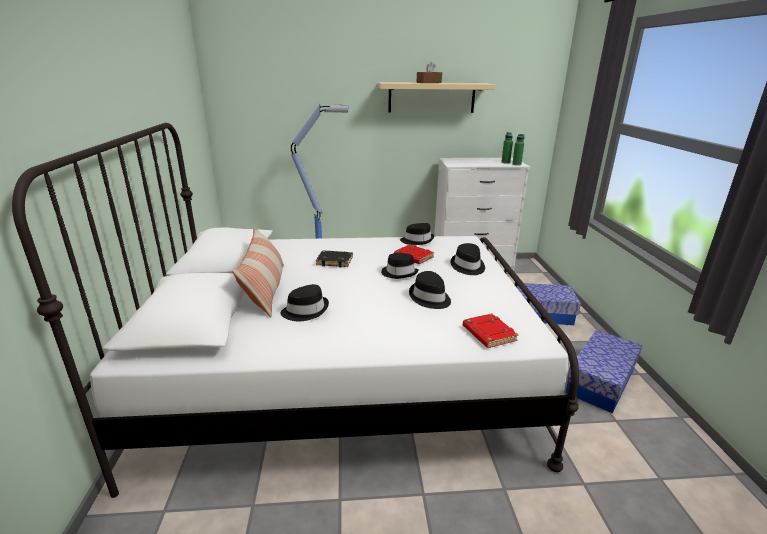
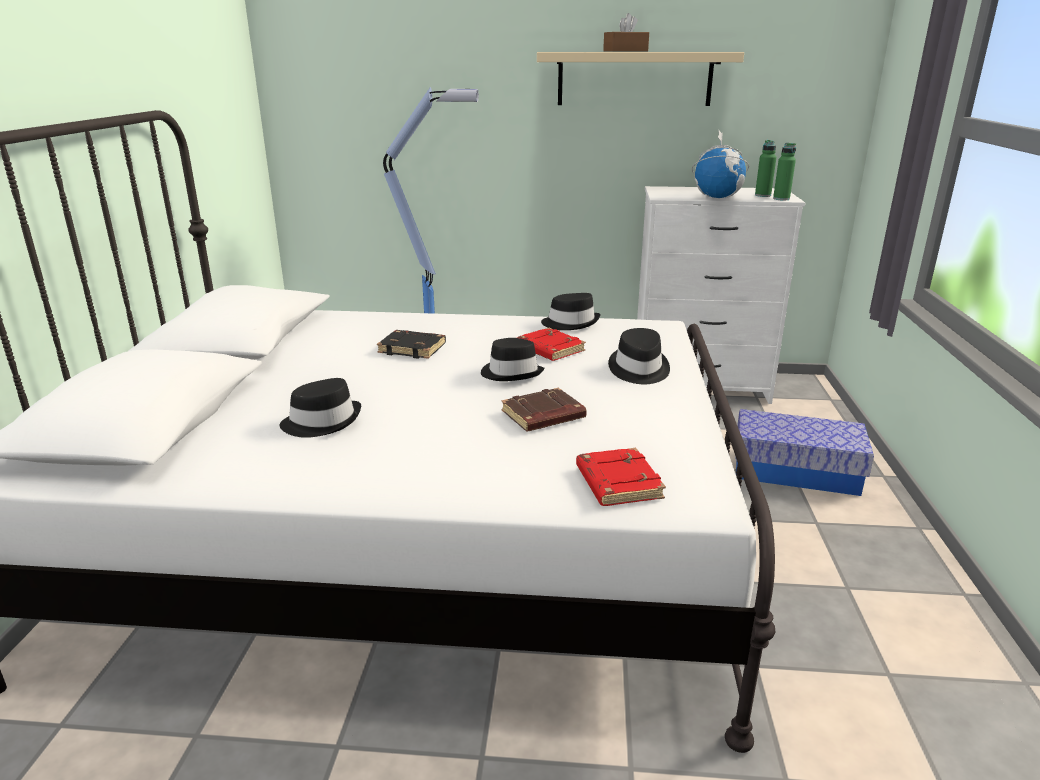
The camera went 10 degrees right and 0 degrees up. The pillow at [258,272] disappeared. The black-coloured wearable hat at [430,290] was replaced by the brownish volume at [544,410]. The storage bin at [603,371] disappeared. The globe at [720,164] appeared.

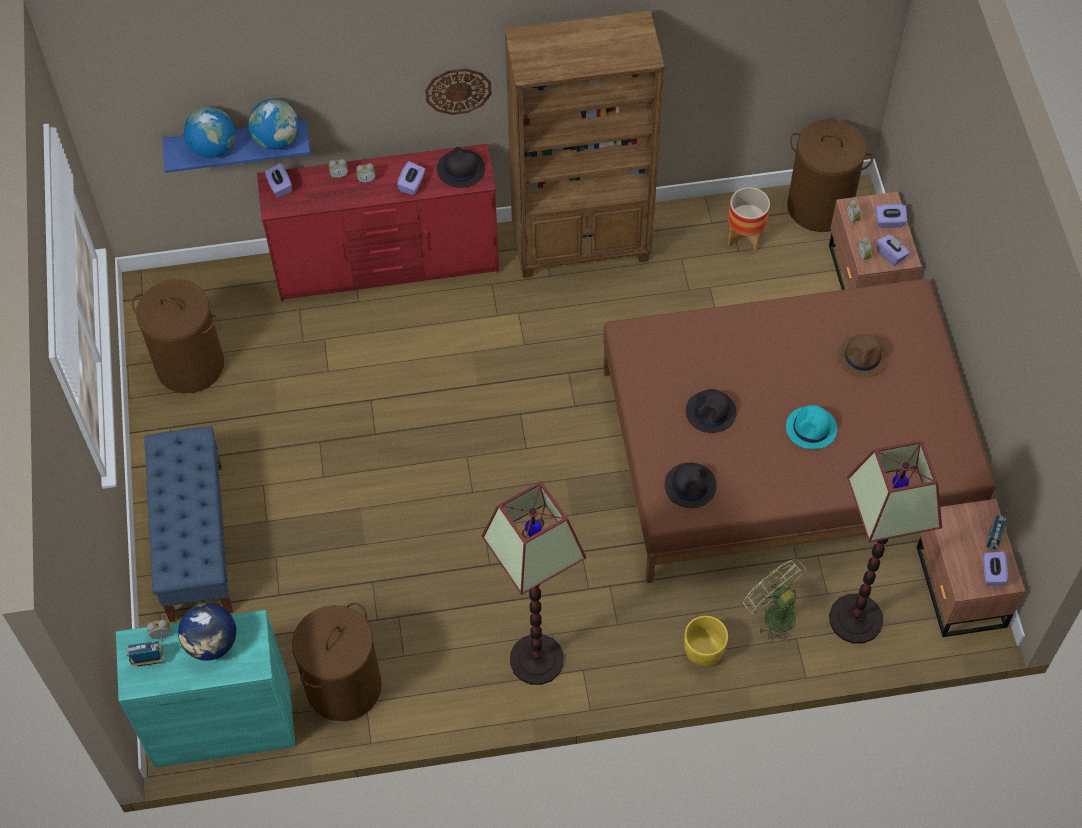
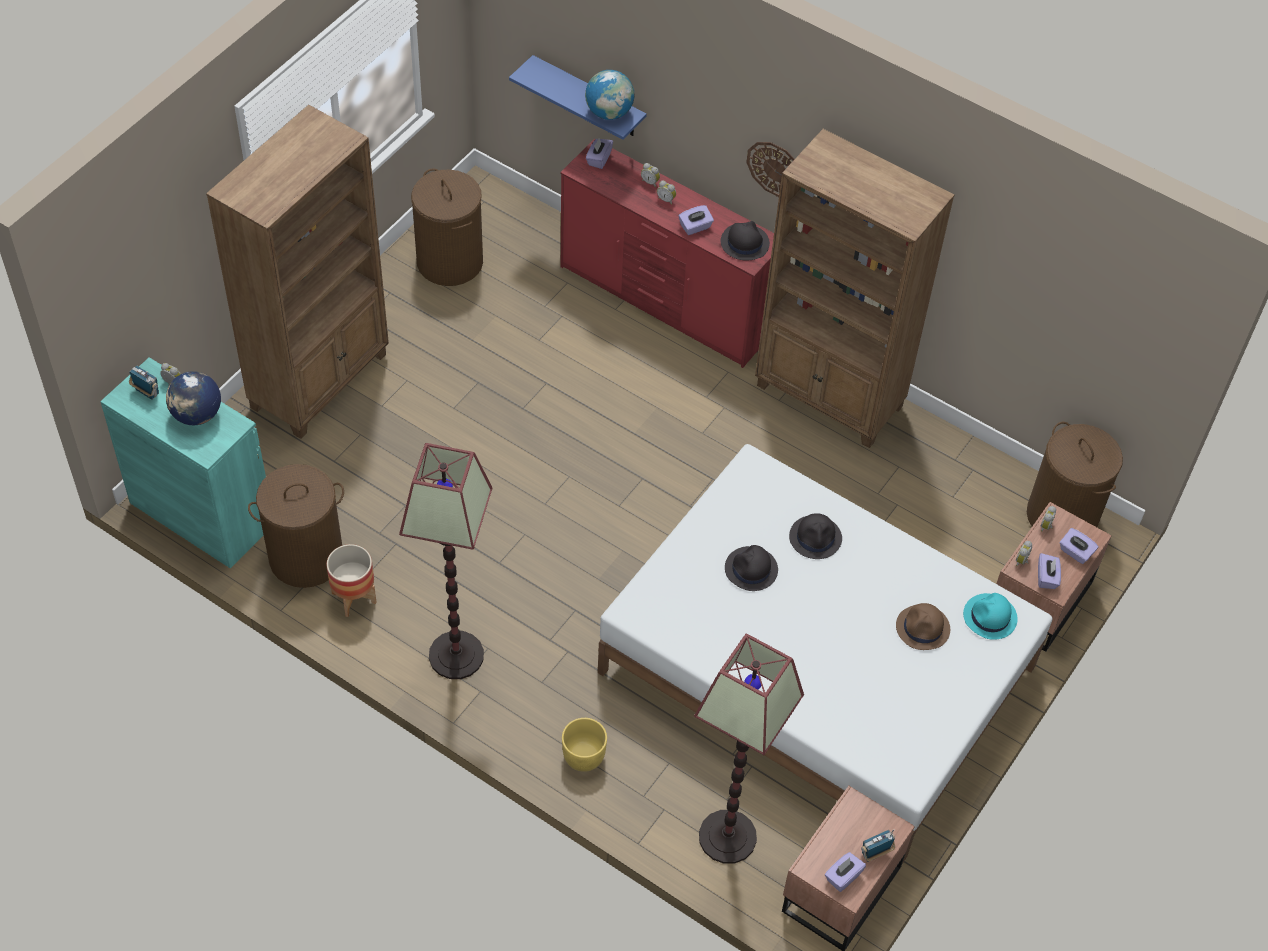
The camera went 40 degrees right and 5 degrees down. The bluish long seat at [188,524] was replaced by the brownish bookcase at [297,272]. The globe at [209,132] disappeared. The brownish bed at [799,431] became the whitish bed at [825,654]. The black-coloured wearable hat moved from [690,485] to [815,536]. The planter moved from [749,219] to [351,580]. The green-coloured cooling fan at [774,600] disappeared. The blue-green wearable hat moved from [811,427] to [990,616].

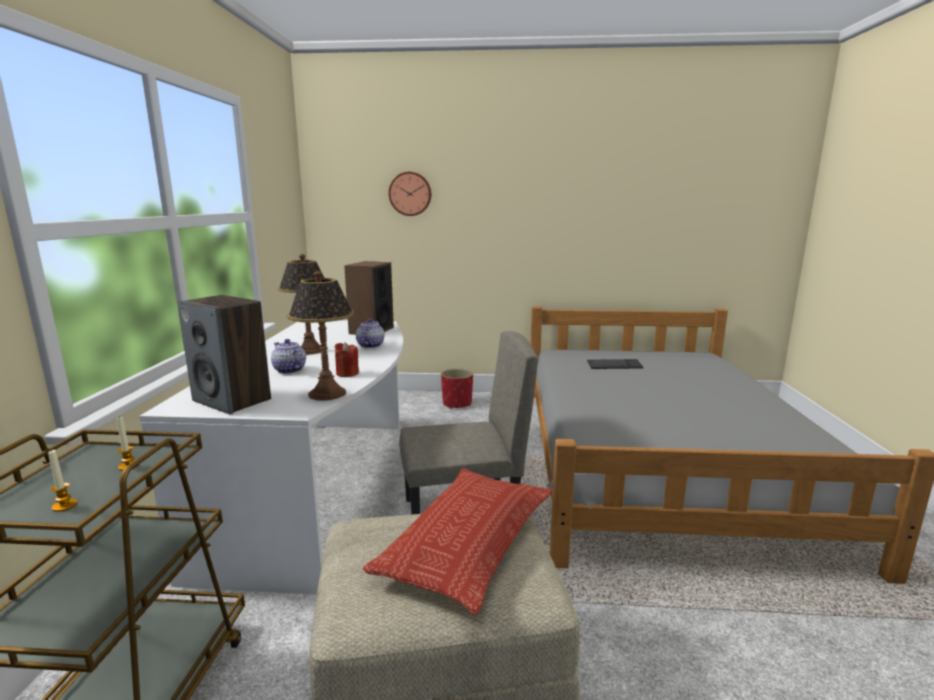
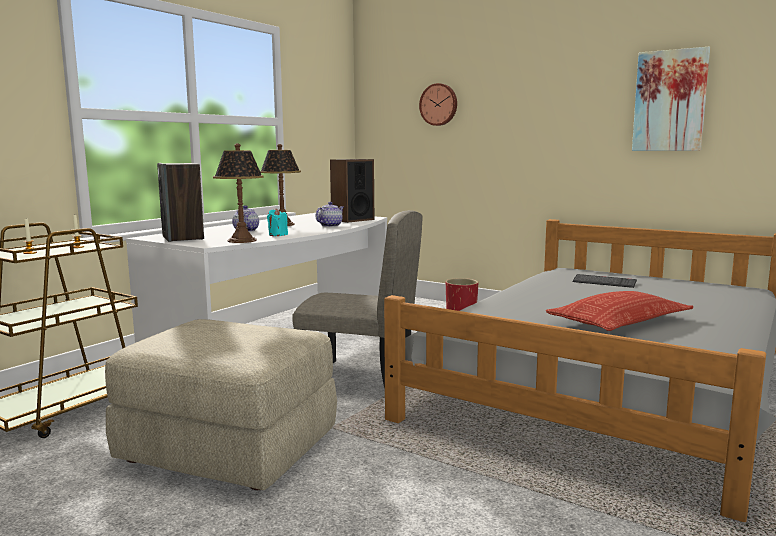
The camera went 30 degrees right and 5 degrees down. The red wax candle at [346,359] became the blue-green wax candle at [277,222]. The pillow moved from [457,541] to [619,311]. The picture at [671,99] appeared.

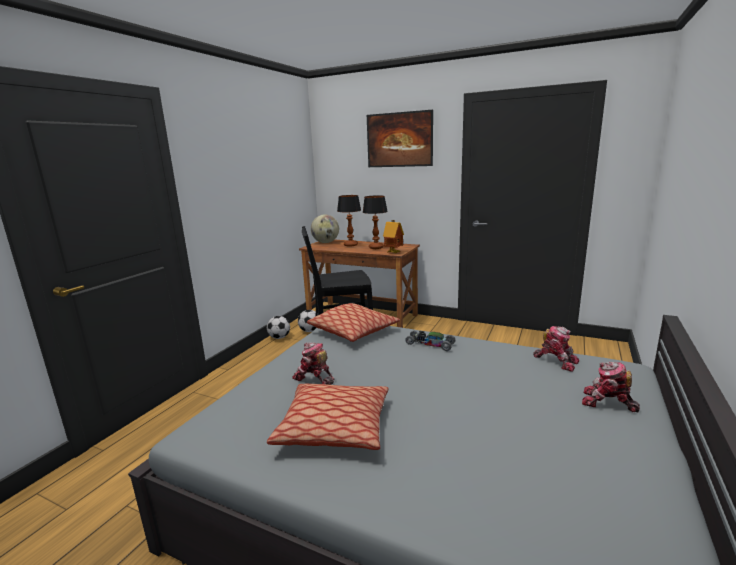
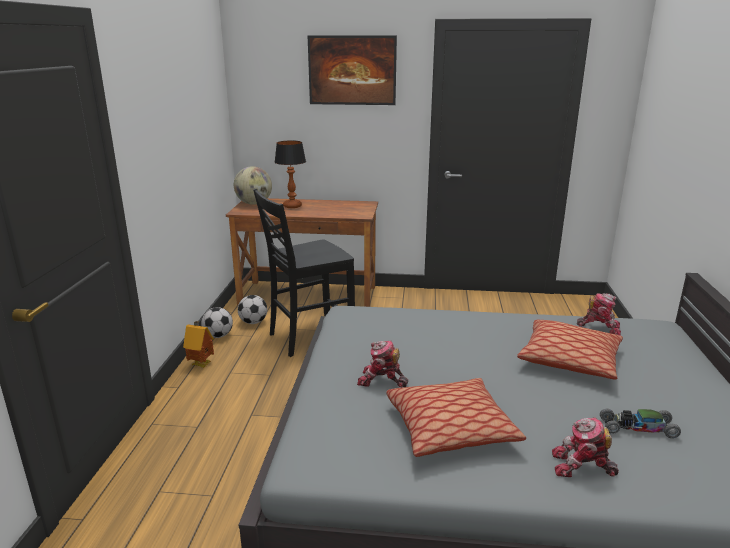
The camera went 20 degrees left and 5 degrees up. The pillow moved from [353,322] to [570,350]. The table lamp at [375,222] disappeared. The model house moved from [393,236] to [198,344]. The miniature car moved from [430,341] to [640,423]. The toy robot moved from [611,387] to [585,447].

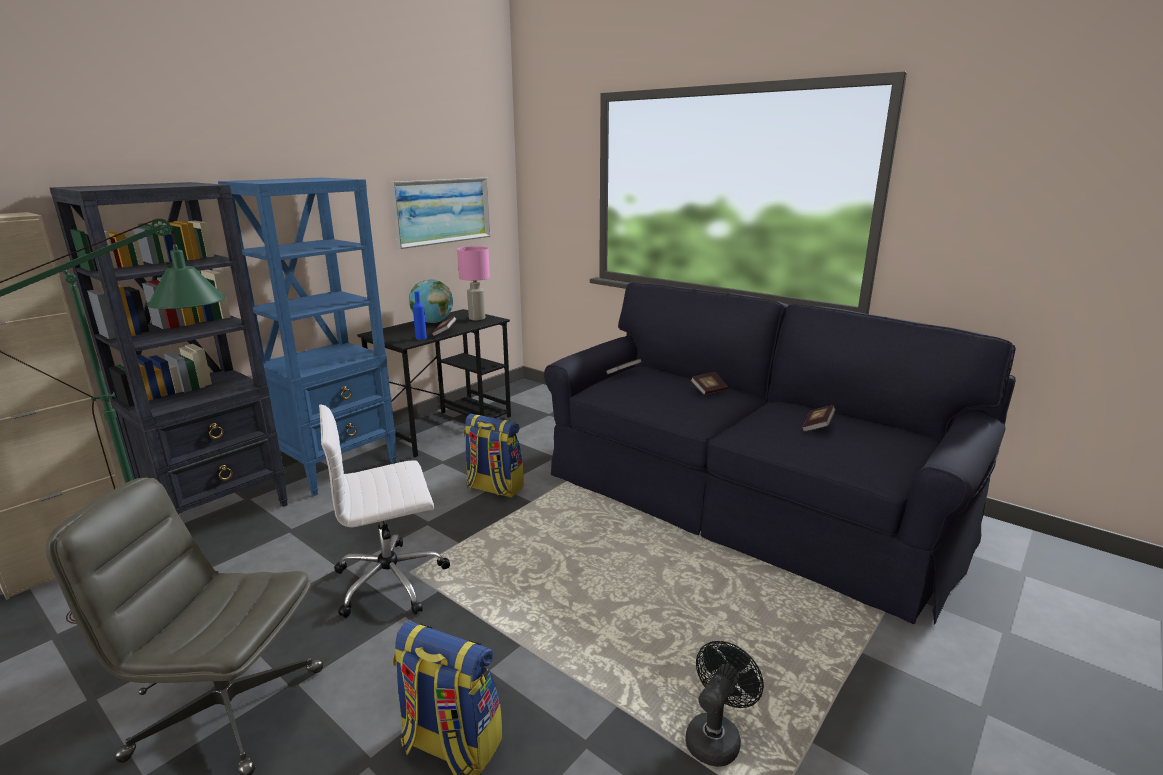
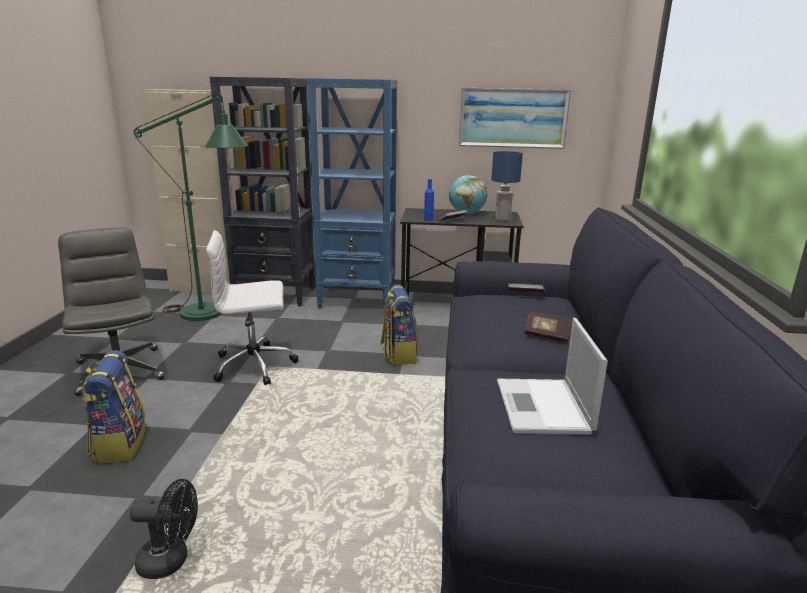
The camera went 55 degrees right and 0 degrees up. The whitish desk chair at [384,511] turned 45 degrees counterclockwise. The pinkish table lamp at [473,283] became the bluish table lamp at [507,186]. The volume at [819,418] was replaced by the laptop at [552,376].

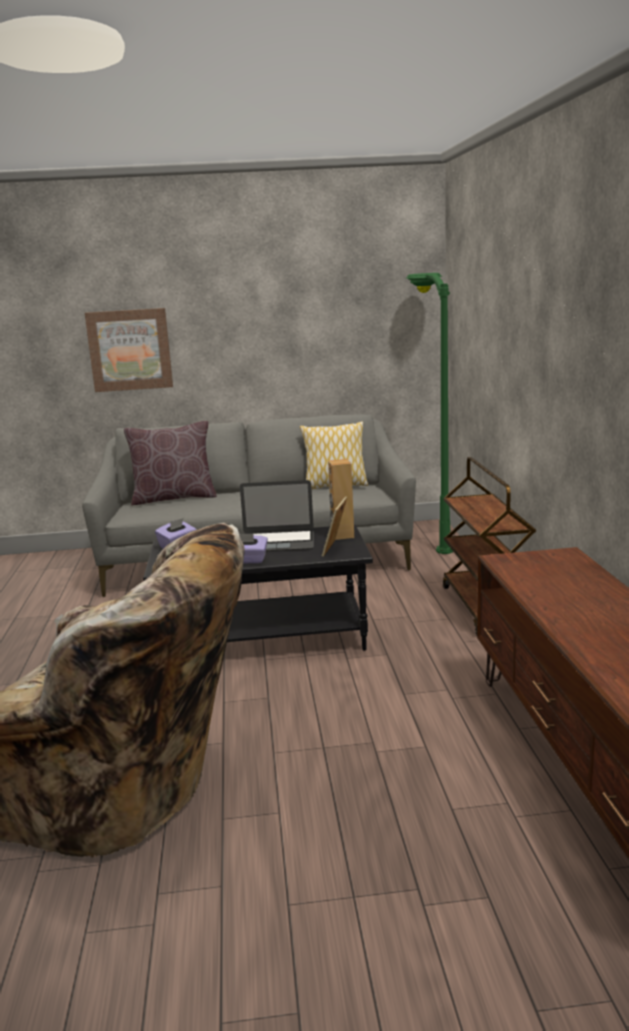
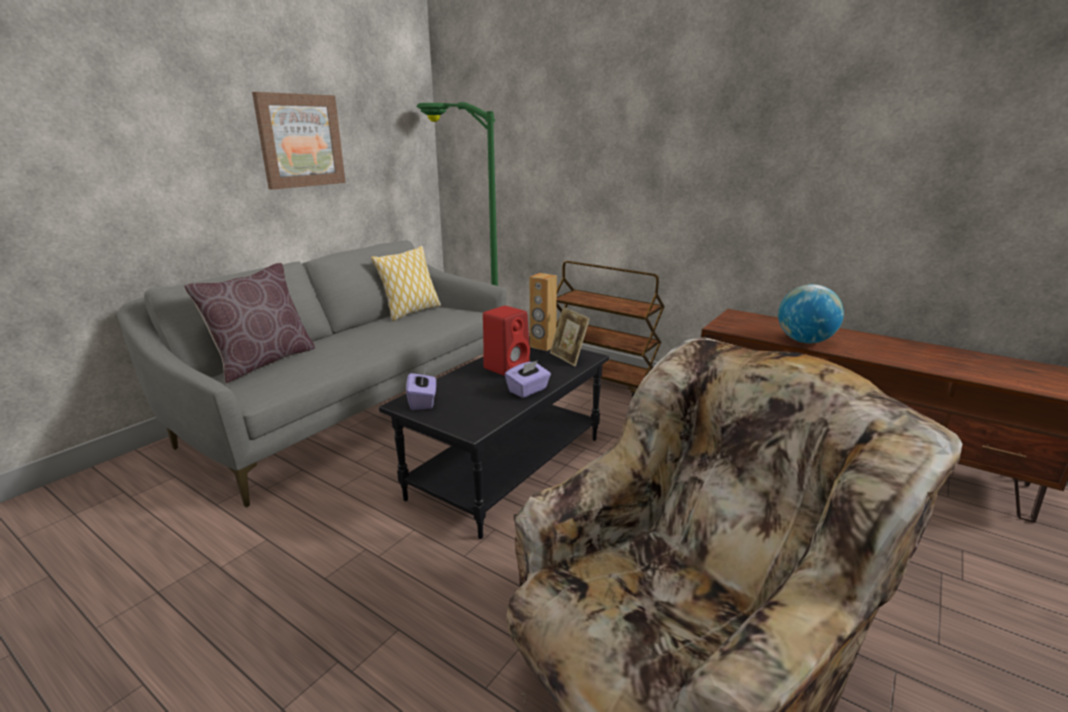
The camera went 50 degrees left and 5 degrees up. The picture moved from [129,350] to [299,141]. The laptop at [277,515] was replaced by the red audio speaker at [506,341]. The globe at [811,313] appeared.

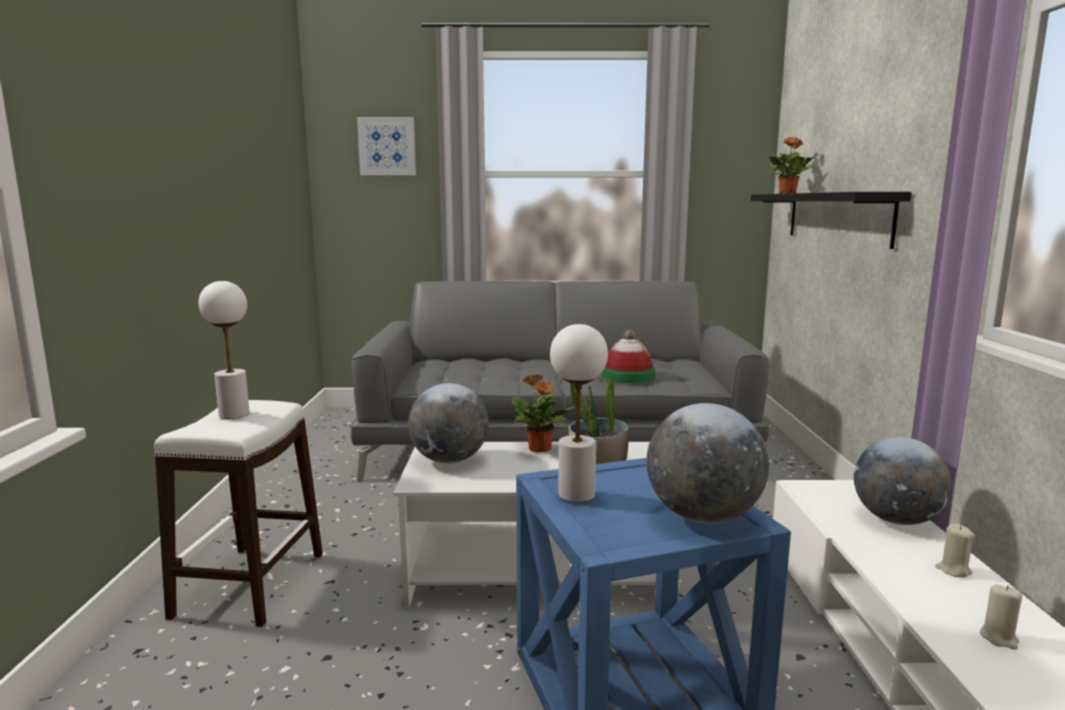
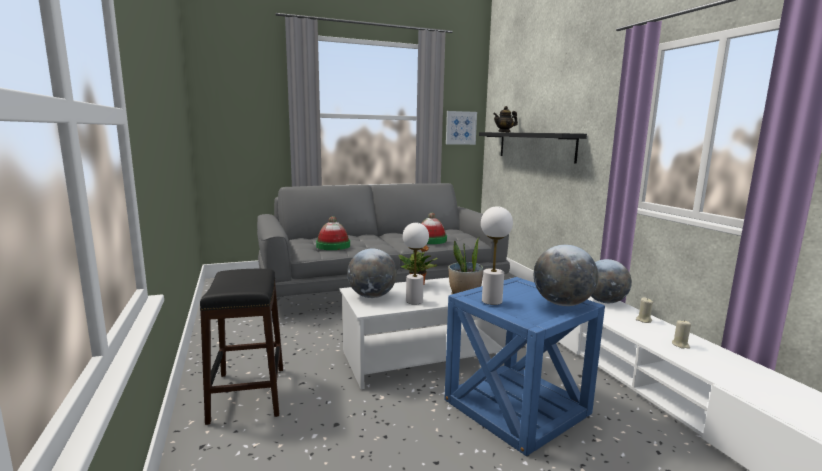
The camera went 20 degrees left and 0 degrees up. The whitish sitting stool at [238,513] became the black-coloured sitting stool at [241,347]. The whitish table lamp moved from [224,350] to [416,264]. The picture moved from [386,146] to [461,128]. The plant in a pot at [791,165] was replaced by the pot for tea at [505,119]. The wearable hat at [333,233] appeared.

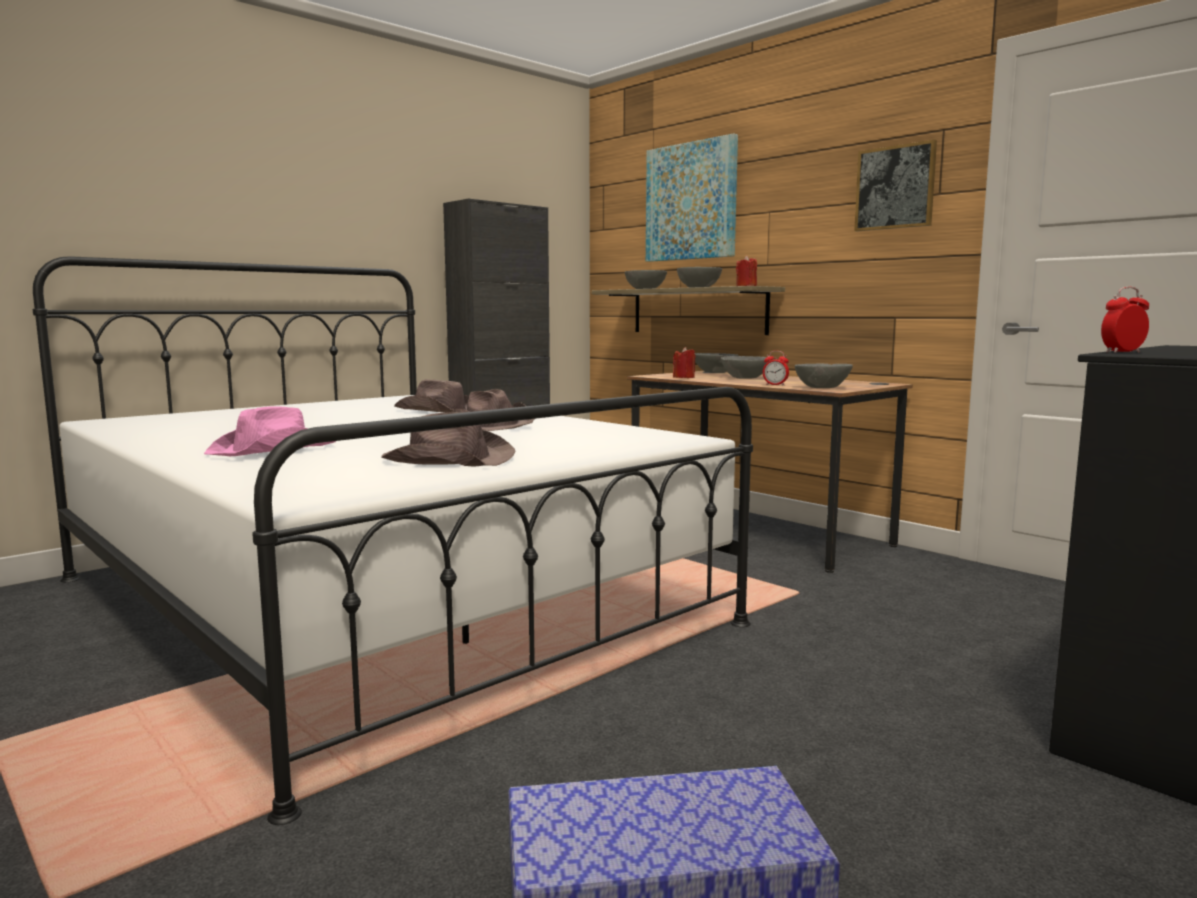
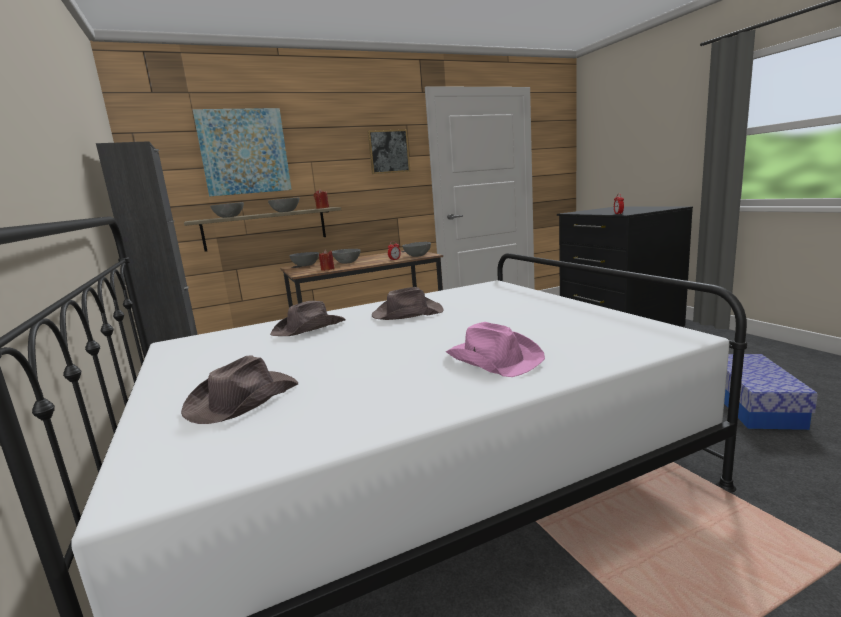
The camera went 70 degrees left and 5 degrees up. The brownish wearable hat moved from [448,439] to [239,389].

